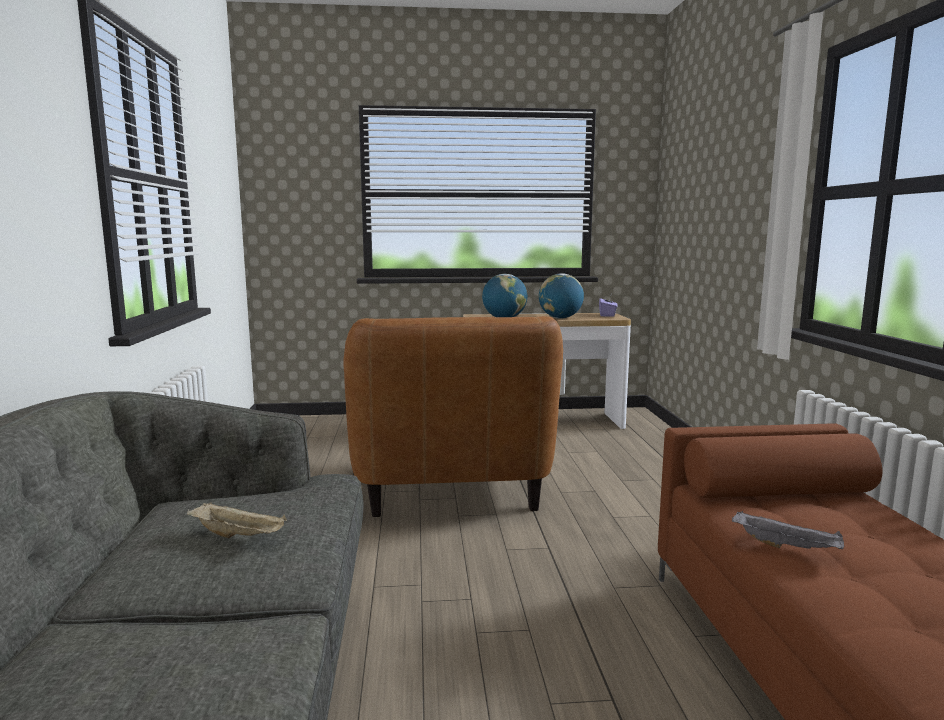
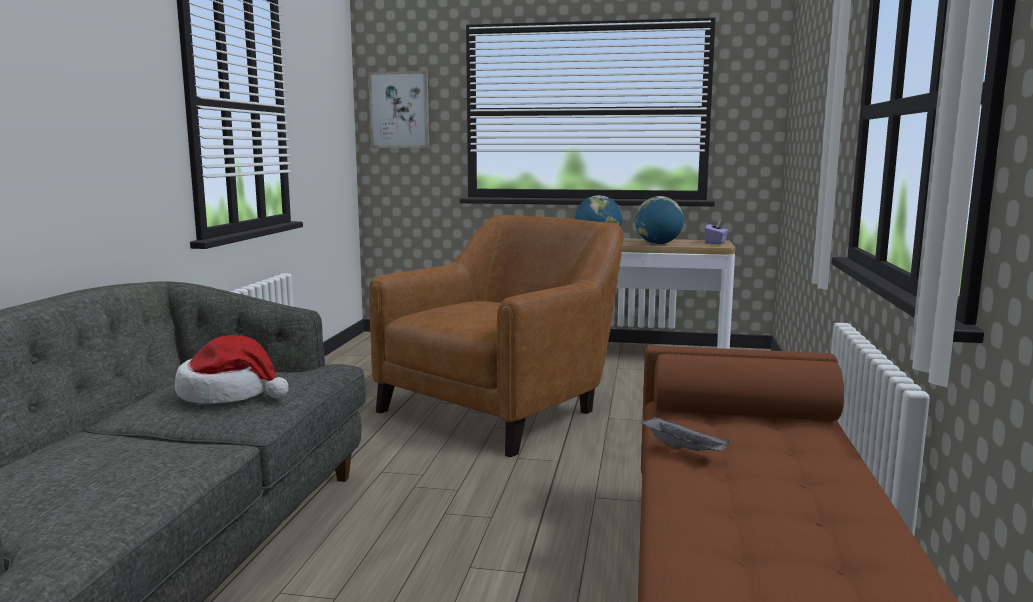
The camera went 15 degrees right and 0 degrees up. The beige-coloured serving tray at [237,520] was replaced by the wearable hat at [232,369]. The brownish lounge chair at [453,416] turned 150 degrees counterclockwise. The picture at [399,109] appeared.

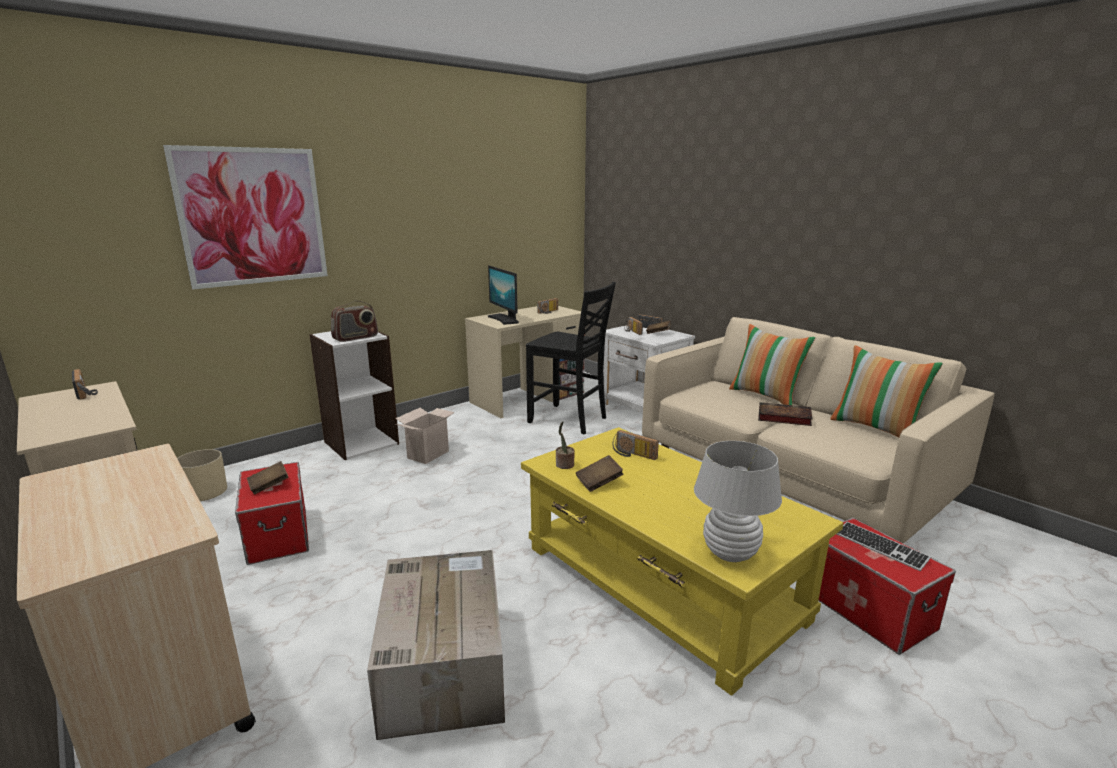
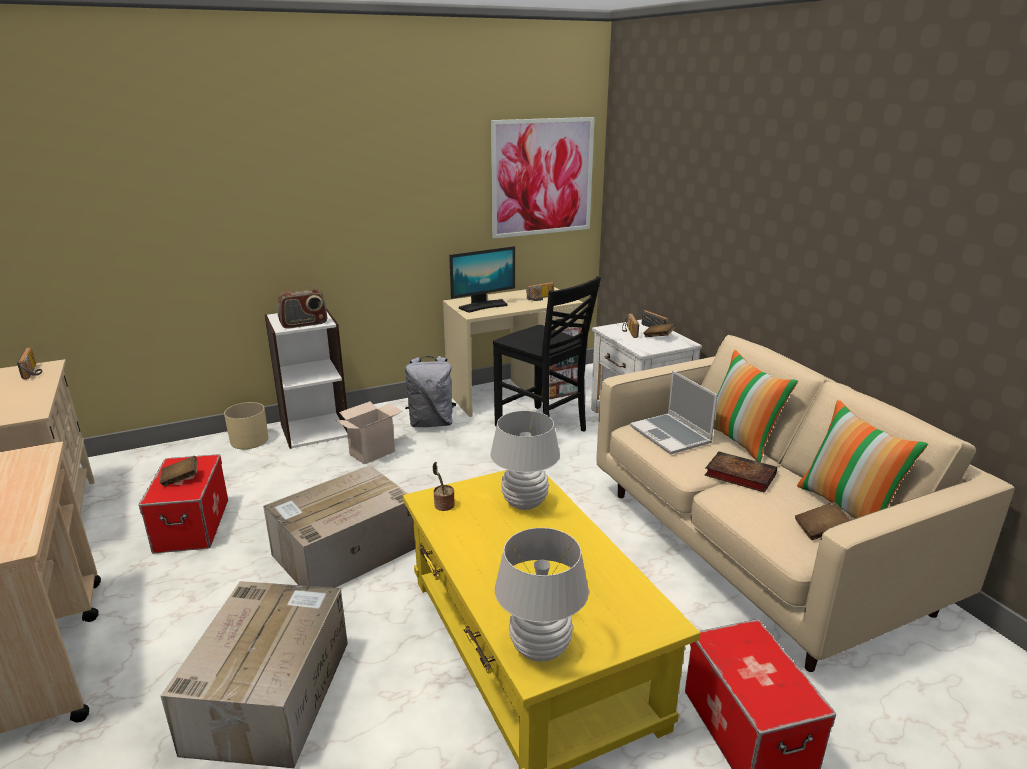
The camera went 15 degrees right and 5 degrees up. The picture moved from [245,217] to [543,178]. The beige-coloured planter moved from [202,475] to [246,425]. The computer screen at [503,295] turned 105 degrees counterclockwise. The brownish volume moved from [599,473] to [822,521]. The radio receiver at [636,445] was replaced by the whitish table lamp at [525,460]. The computer keyboard at [884,546] disappeared. The packing box at [339,526] appeared. The greyish rucksack at [430,391] appeared. The laptop at [674,412] appeared.

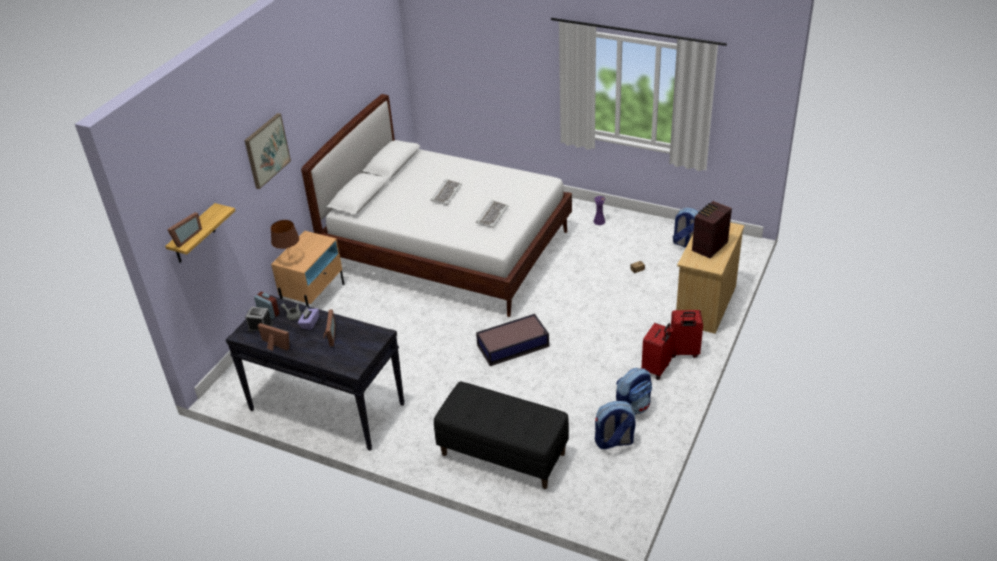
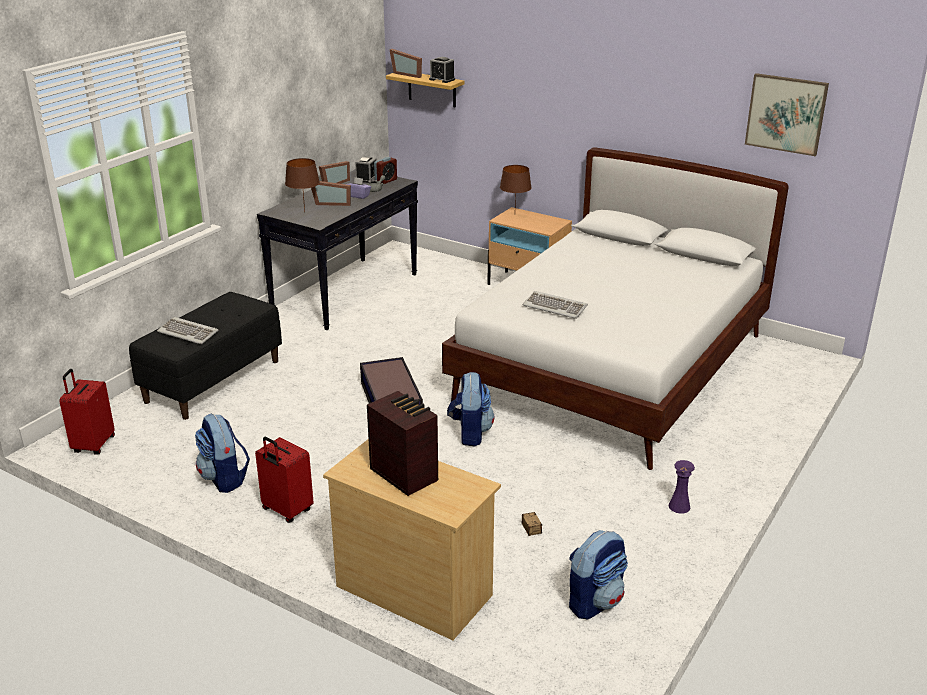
The camera went 95 degrees right and 10 degrees down. The picture moved from [267,151] to [787,114]. The computer keyboard moved from [446,192] to [188,330]. The rucksack moved from [615,425] to [471,409]. The red travel case moved from [687,334] to [87,412]. The brownish table lamp at [302,184] appeared. The table clock at [442,70] appeared.

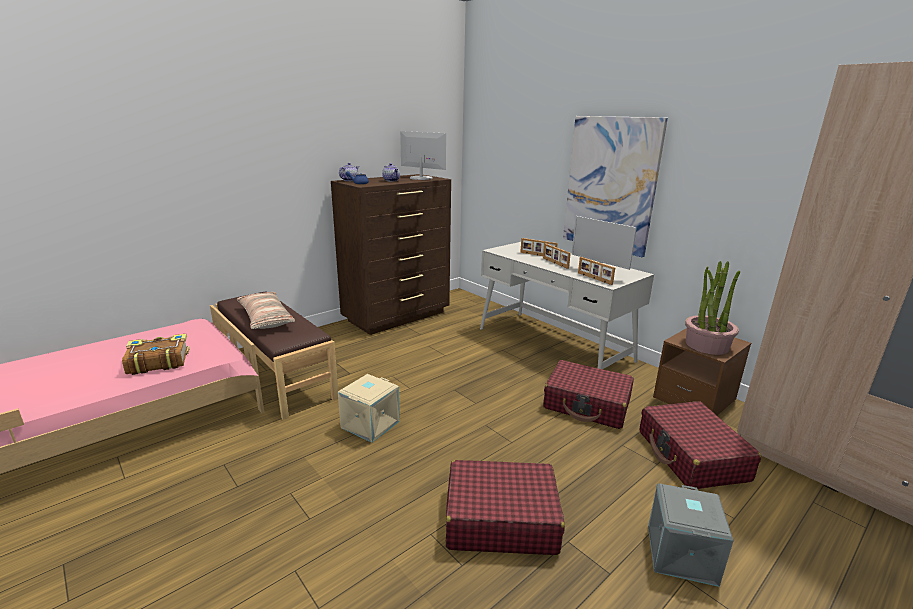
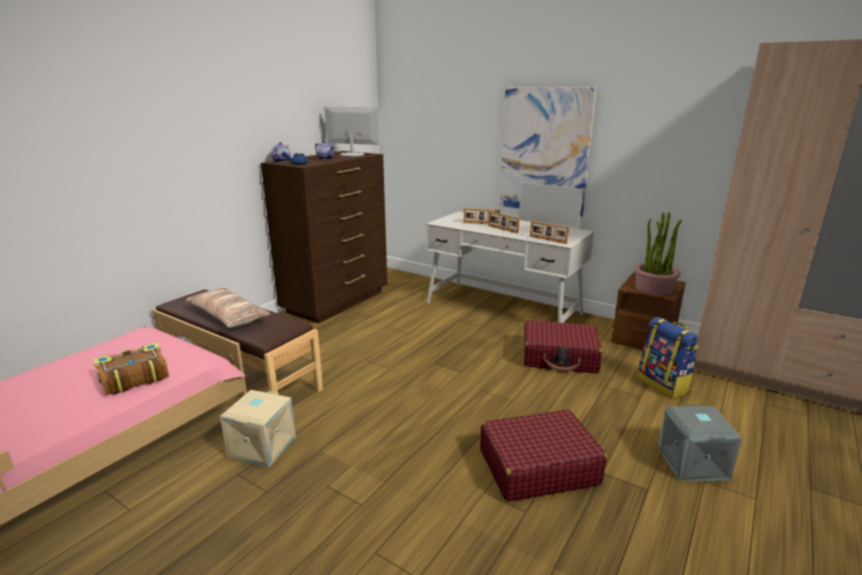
The camera went 15 degrees left and 0 degrees up. The beige-coloured storage bin moved from [369,408] to [258,428]. The red travel case at [700,445] was replaced by the rucksack at [667,358].

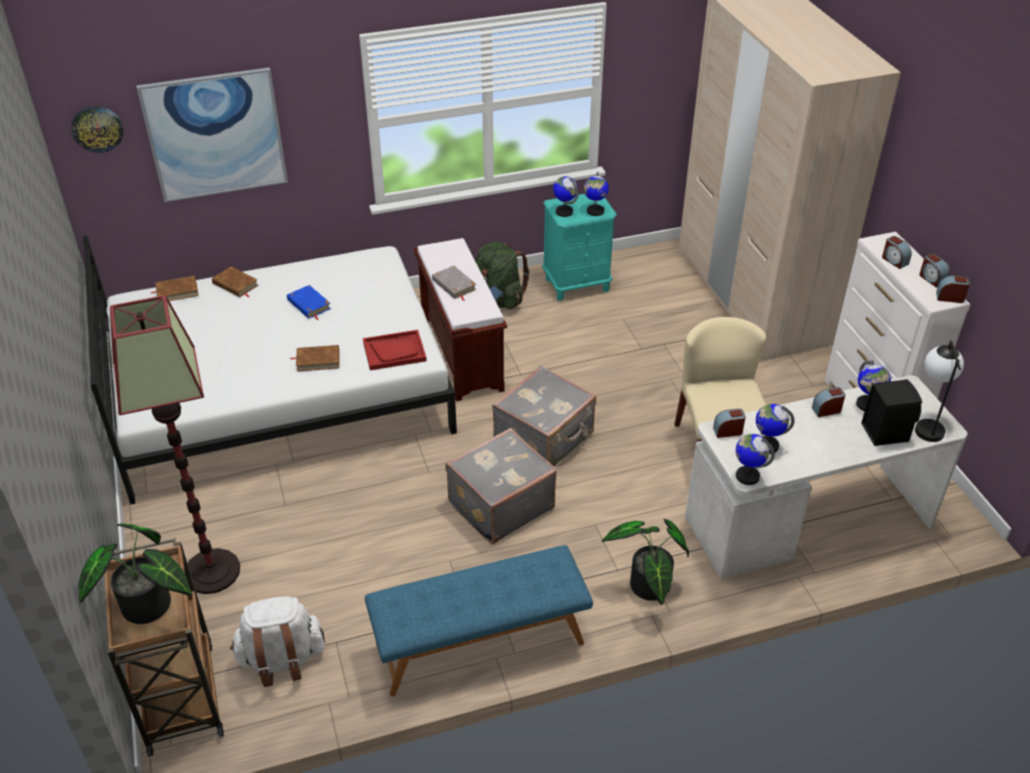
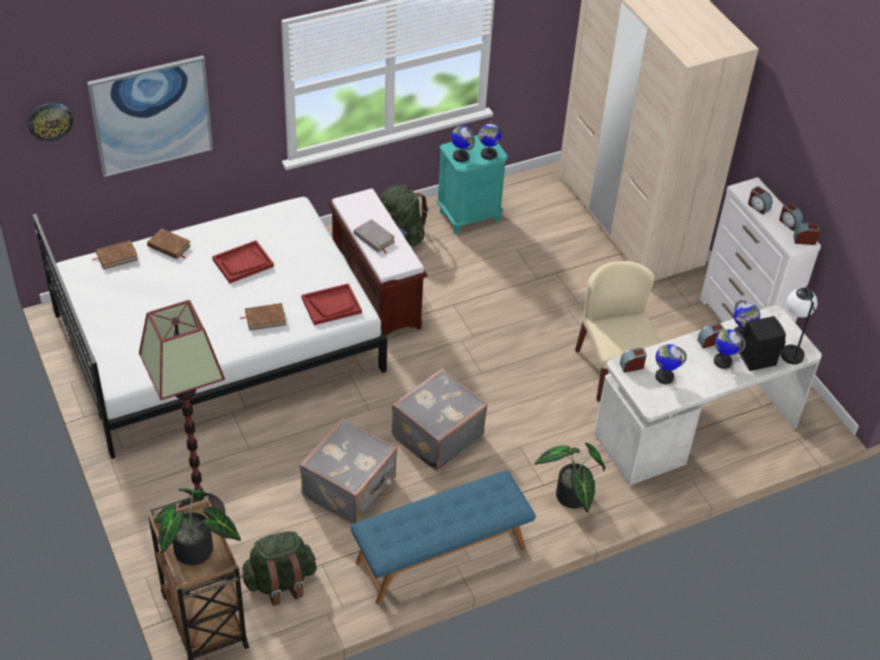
The camera went 10 degrees left and 5 degrees up. The whitish rucksack at [277,642] became the green-coloured rucksack at [279,568]. The bluish volume at [309,302] was replaced by the red serving tray at [243,261]. The greyish travel case moved from [544,416] to [348,471]. The globe moved from [755,459] to [730,349].

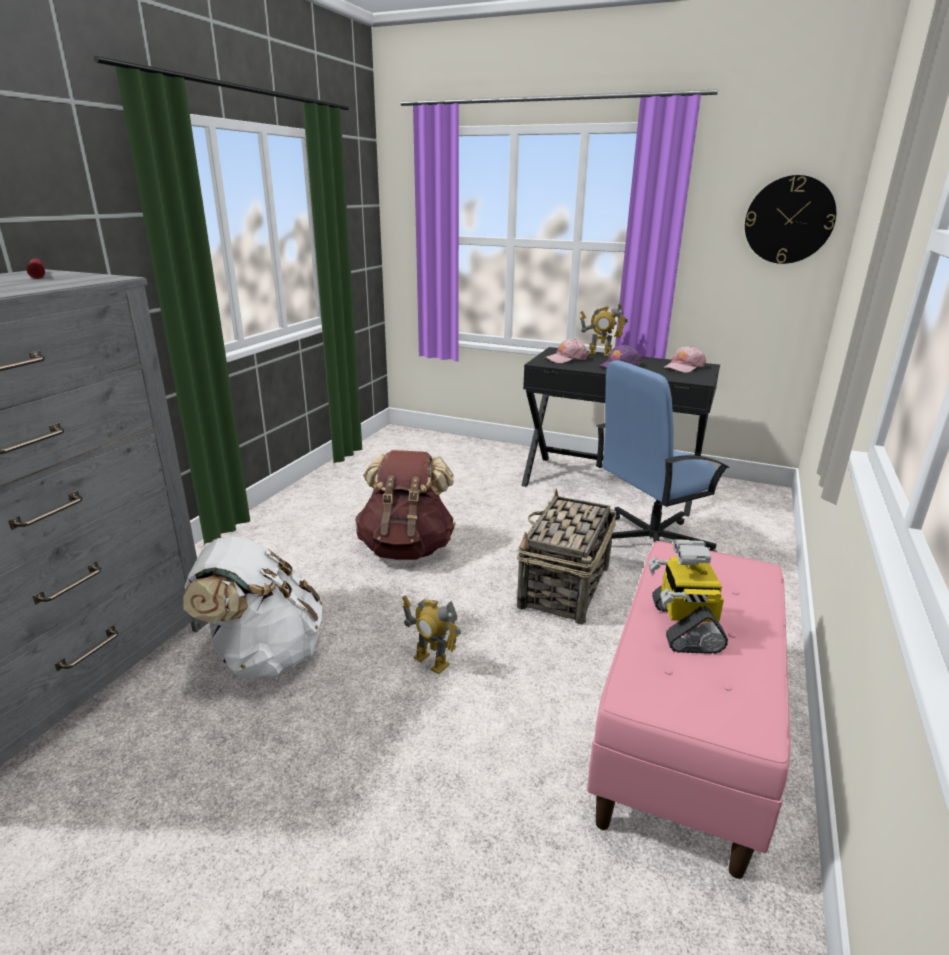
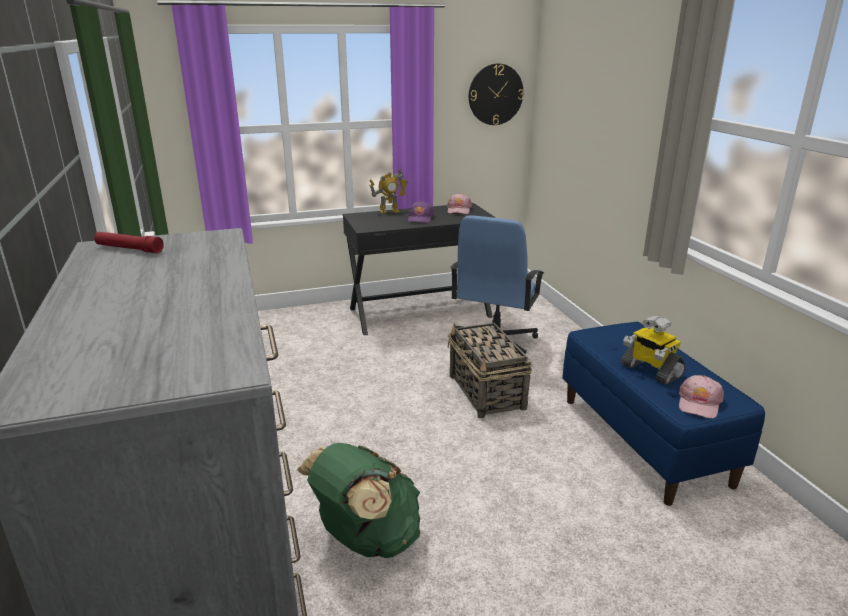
The camera went 40 degrees left and 0 degrees up. The whitish rucksack at [252,607] became the green-coloured rucksack at [358,500]. The brownish rucksack at [405,505] disappeared. The toy robot at [431,634] disappeared. The pinkish peaked cap moved from [567,351] to [701,397]. The pinkish long seat at [689,710] became the bluish long seat at [663,414].

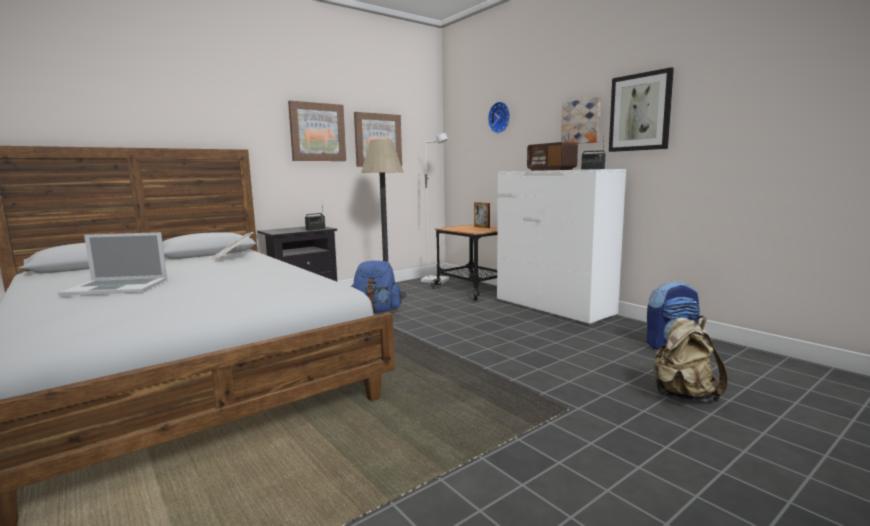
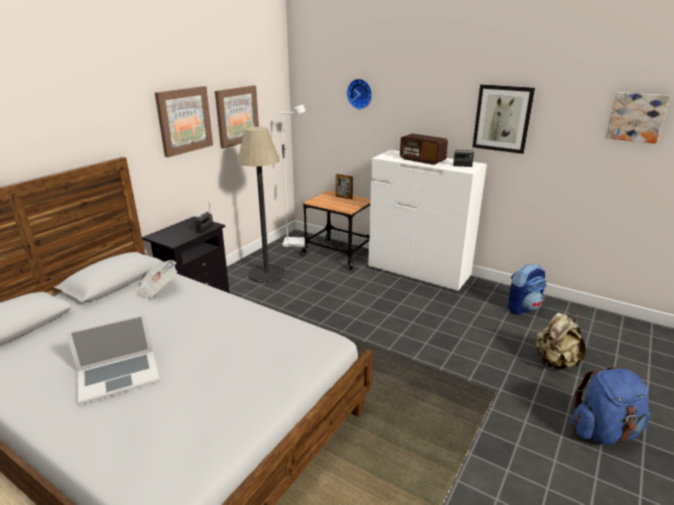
The camera went 20 degrees left and 15 degrees up. The bluish rucksack moved from [377,287] to [610,405]. The picture moved from [581,120] to [637,118].

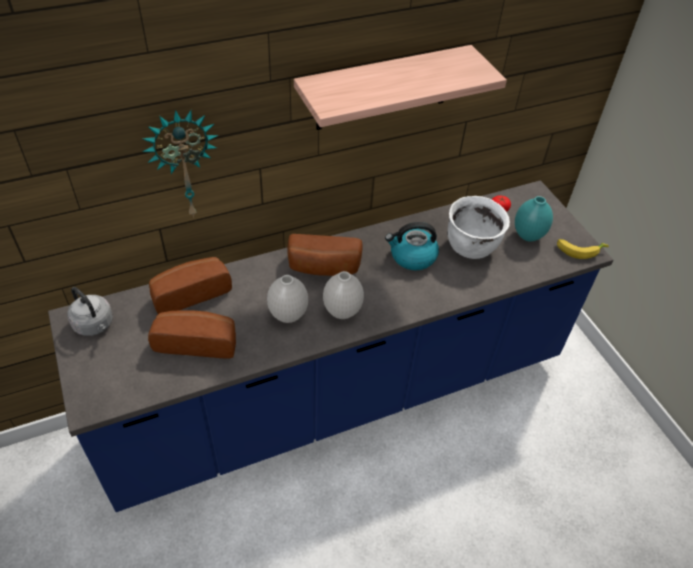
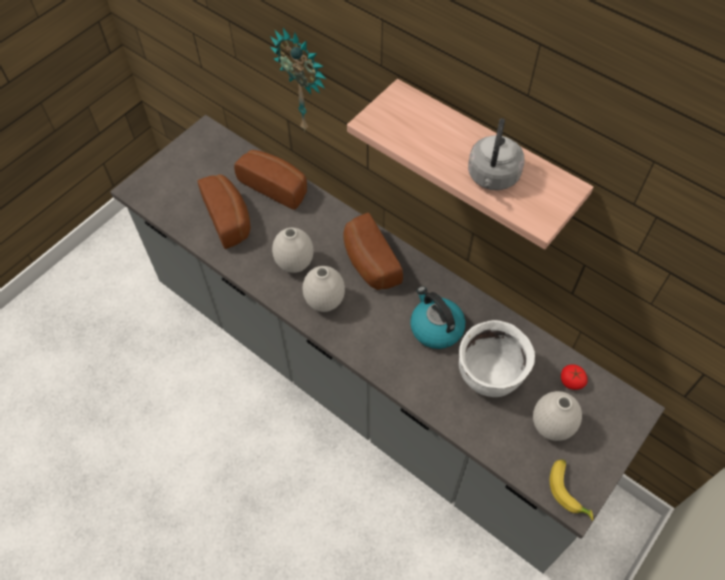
The camera went 65 degrees right and 10 degrees up. The bluish kitchen counter at [330,346] became the greyish kitchen counter at [387,344]. The greyish tea kettle moved from [90,311] to [496,154]. The blue-green flower vase at [534,219] became the whitish flower vase at [557,416].

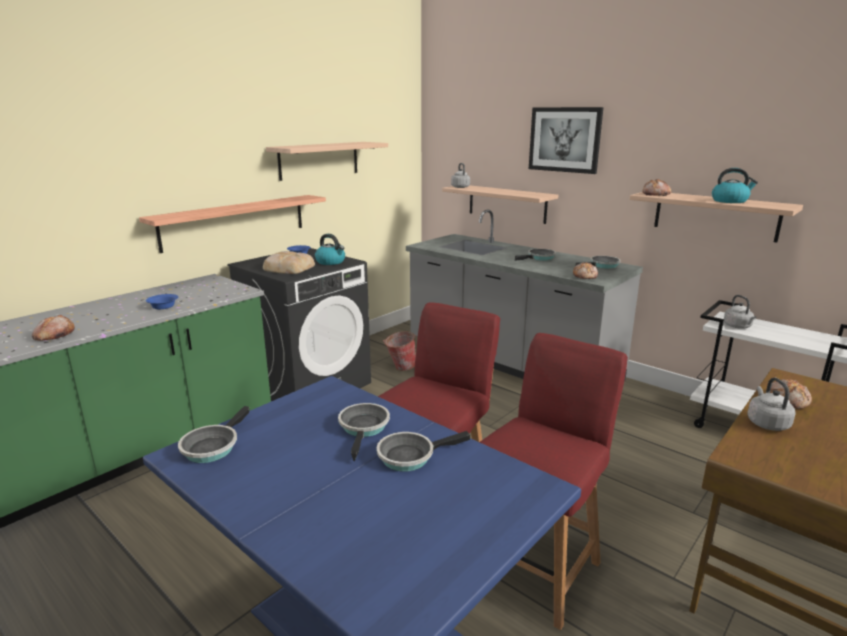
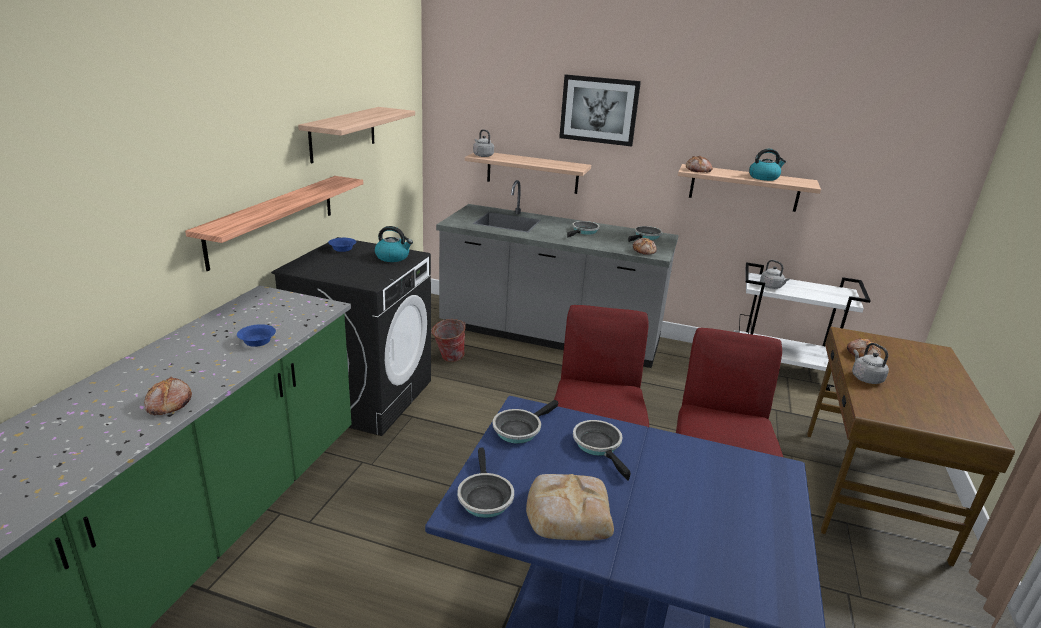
The camera went 25 degrees left and 5 degrees up. The bread moved from [289,262] to [570,507]. The skillet moved from [423,451] to [526,422].

